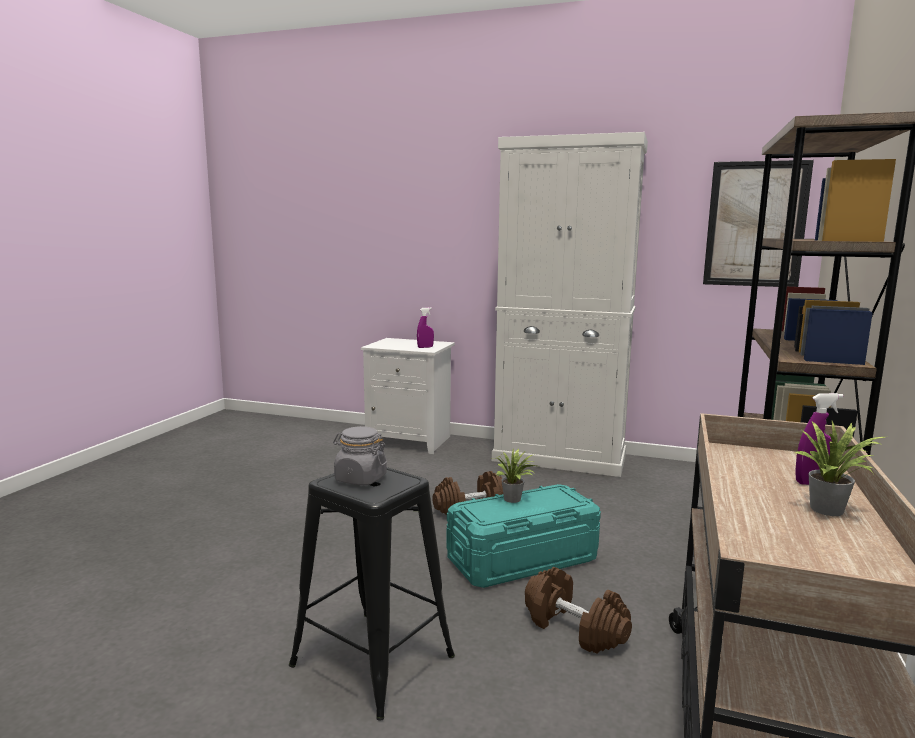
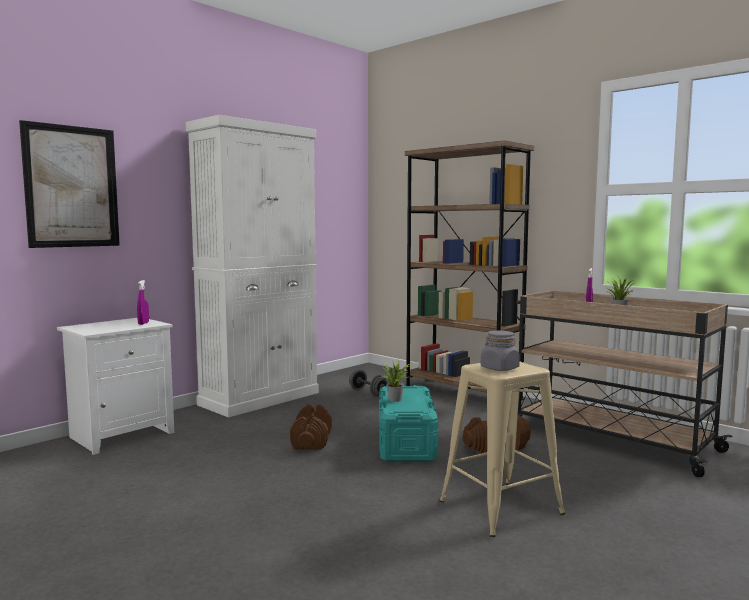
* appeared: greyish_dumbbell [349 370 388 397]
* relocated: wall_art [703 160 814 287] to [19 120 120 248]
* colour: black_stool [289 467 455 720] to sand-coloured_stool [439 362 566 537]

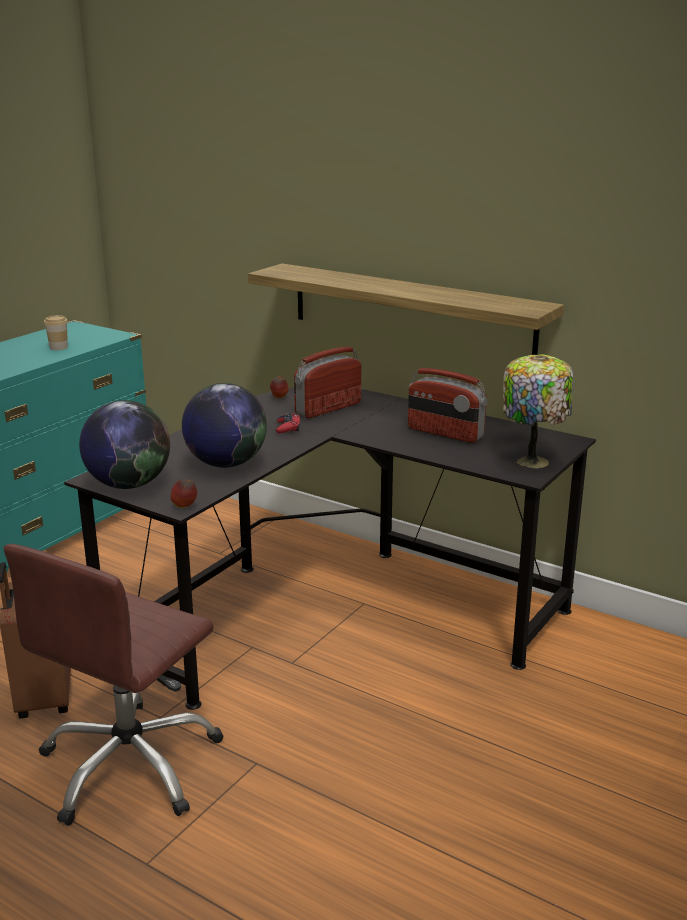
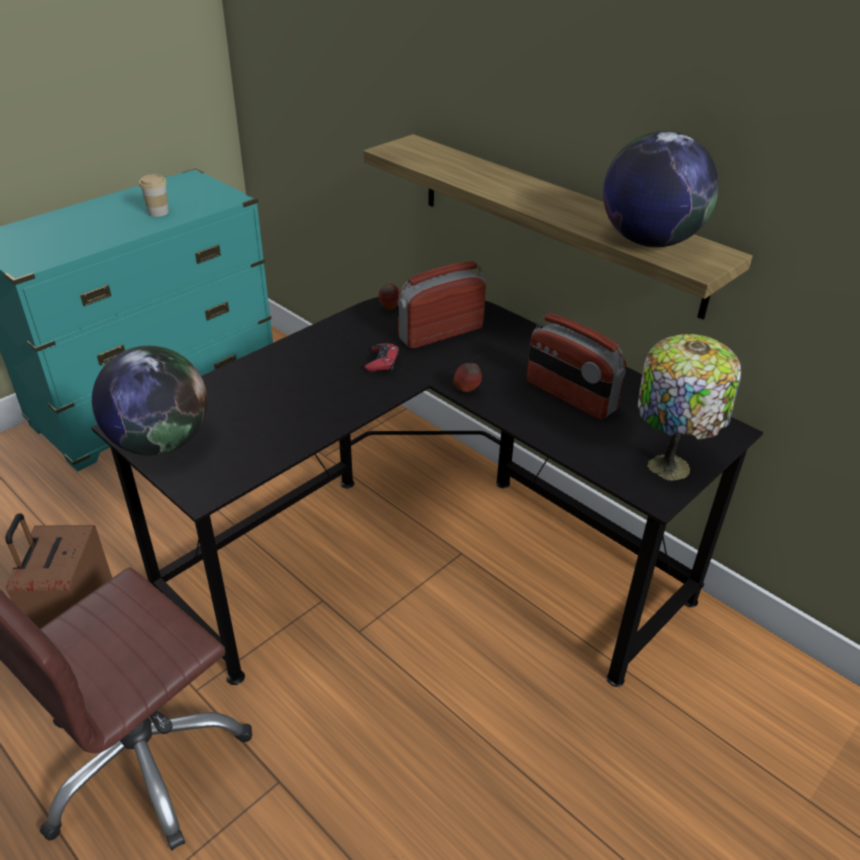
* relocated: apple_fruit [171 479 197 508] to [454 363 482 392]
* relocated: desk_globe [182 383 267 468] to [603 131 719 247]

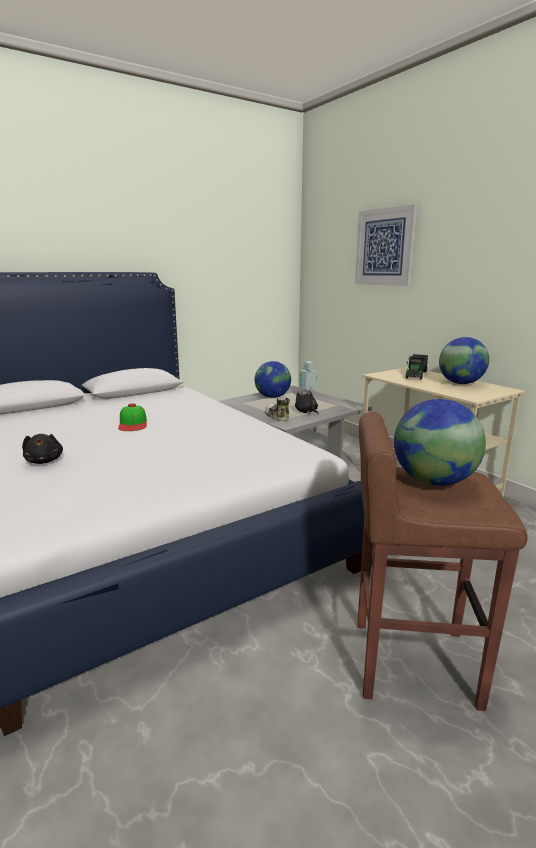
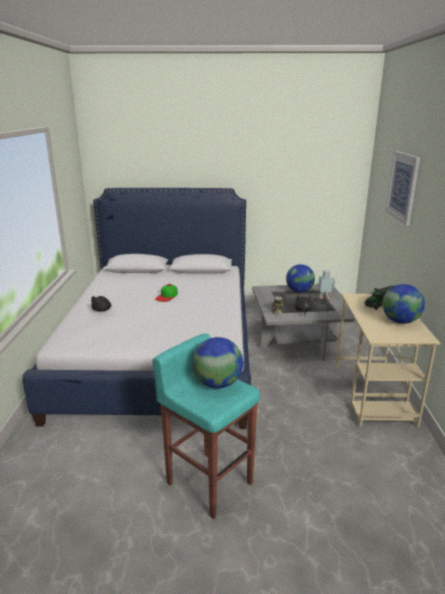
* colour: brown-coloured_stool [358 412 527 711] to turquoise_stool [152 333 260 519]

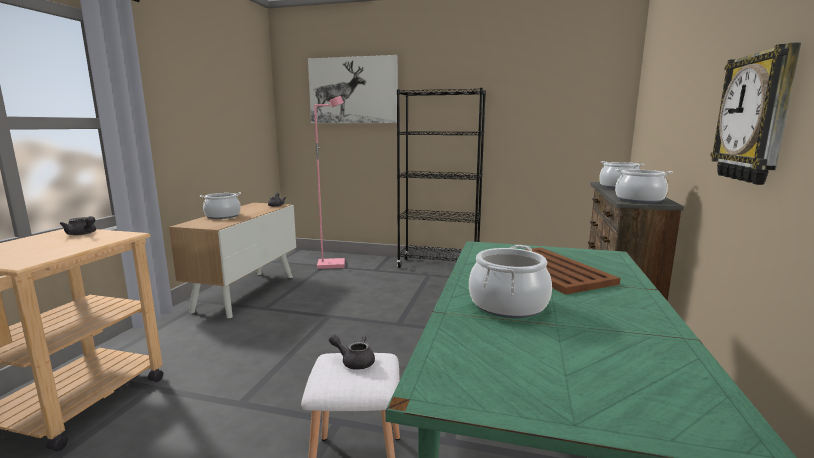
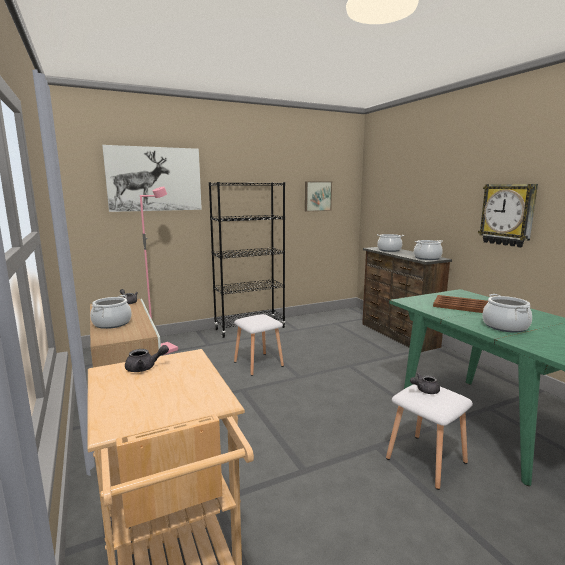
* appeared: white-coloured_stool [234 314 284 376]
* appeared: wall_art [305 181 332 211]

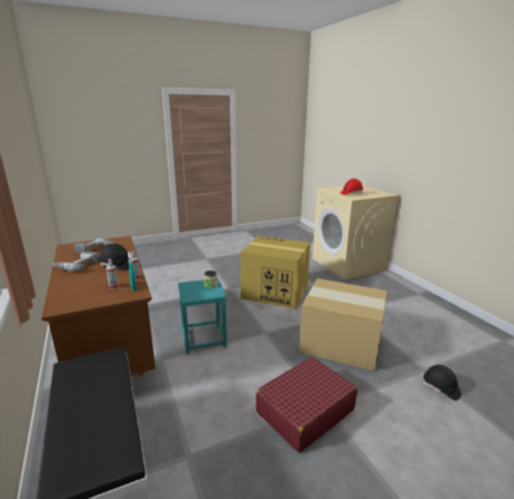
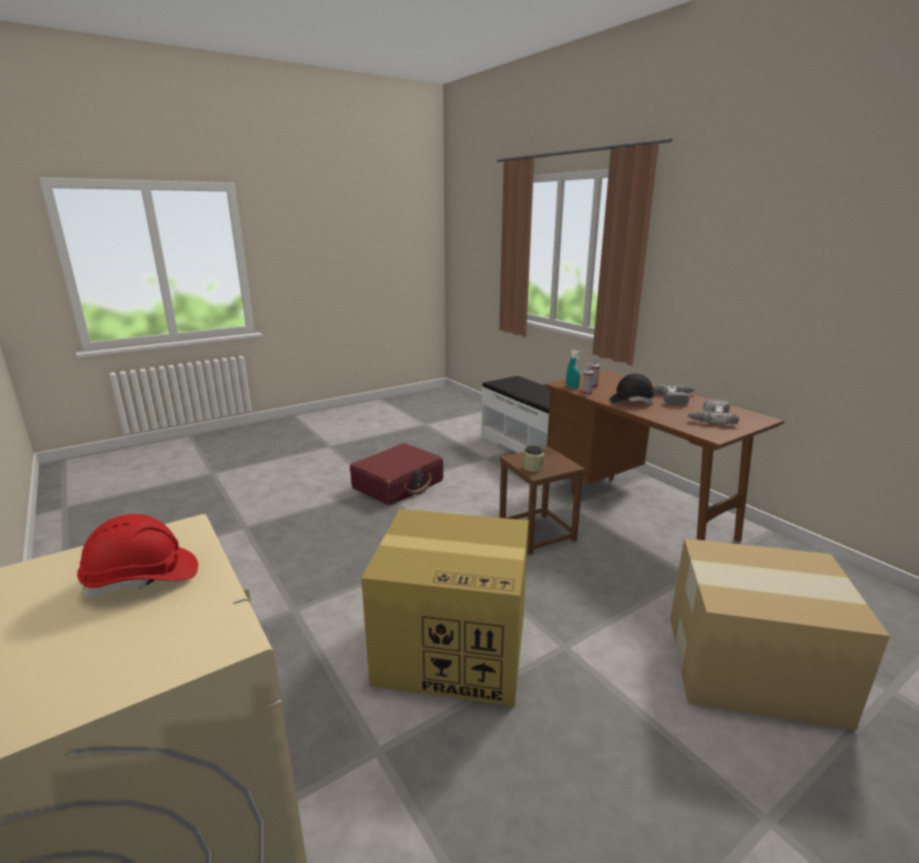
* missing: black_work_helmet [423 365 461 401]
* relocated: cardboard_box [299 278 387 371] to [670 538 890 731]
* colour: turquoise_stool [178 278 227 353] to brown-coloured_stool [499 447 585 555]

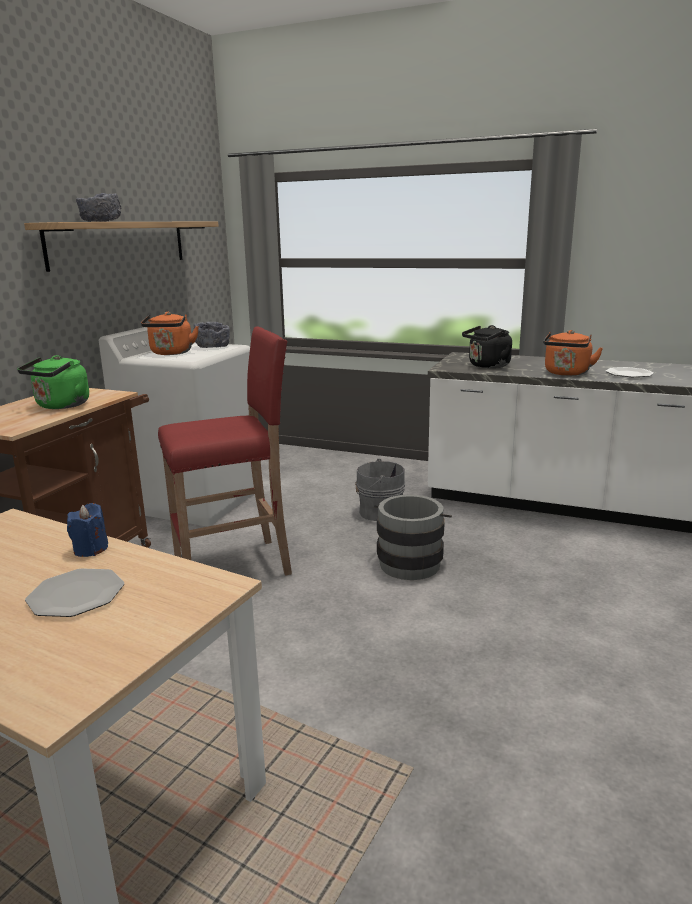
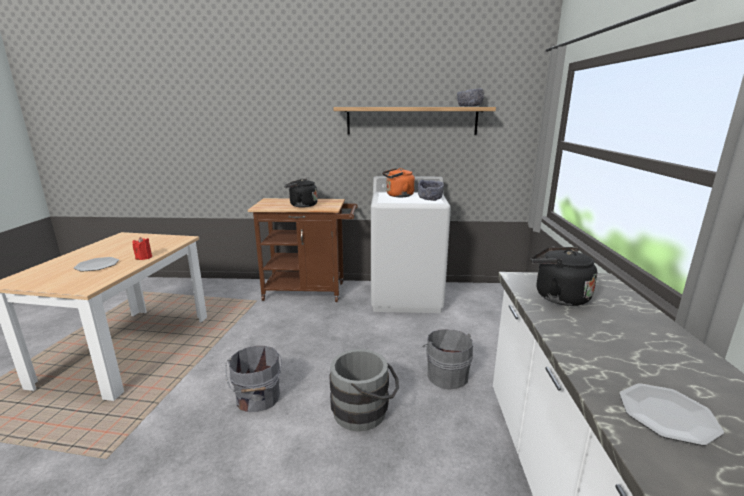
* missing: red-coloured_stool [158 326 292 575]
* missing: orangey_kettle [543 330 603 376]
* appeared: greyish_water_bucket [225 346 282 412]
* relocated: greyish_bowl [76 193 121 222] to [457 88 484 107]
* colour: green-coloured_kettle [17 355 89 409] to black_kettle [284 178 318 208]
* colour: blue-coloured_wax_candle [67 503 108 557] to red-coloured_wax_candle [133 237 152 260]

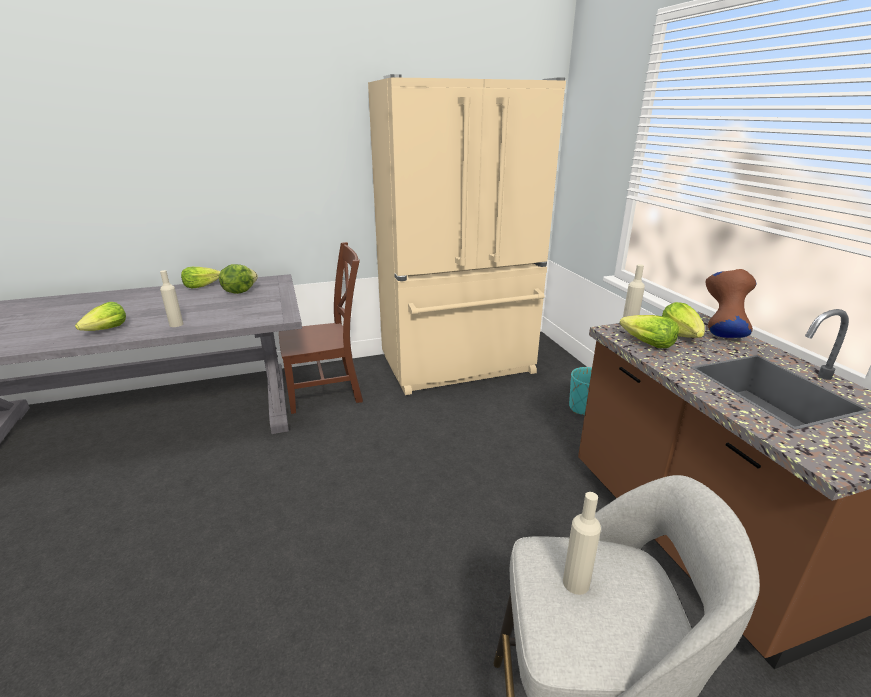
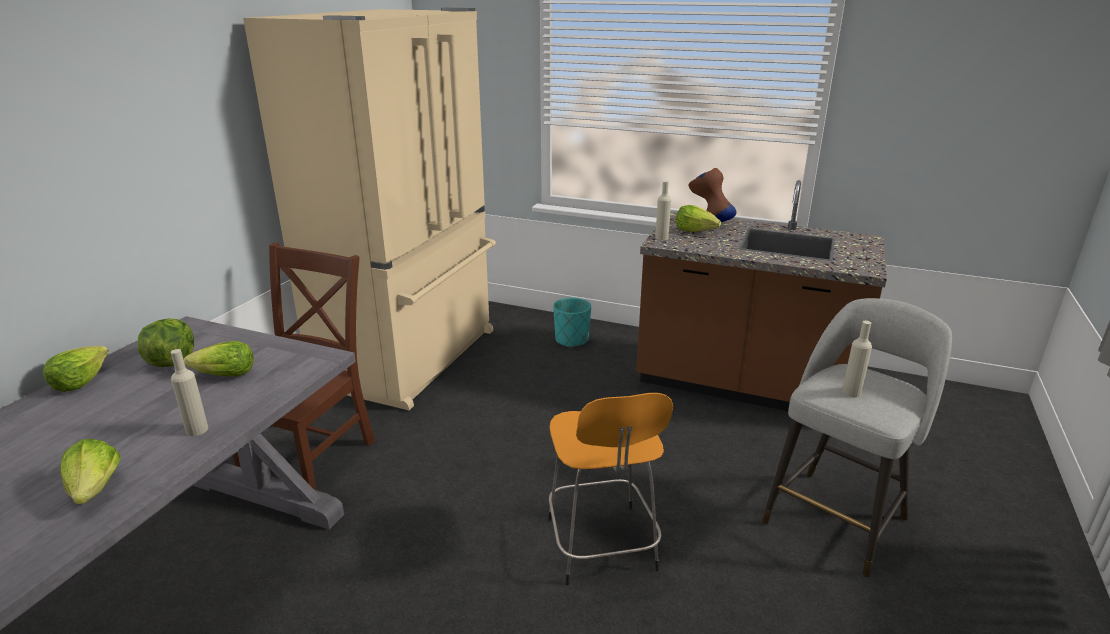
* appeared: orangey_stool [548 393 673 585]
* relocated: head_of_lettuce [620 315 679 348] to [184 341 254 377]

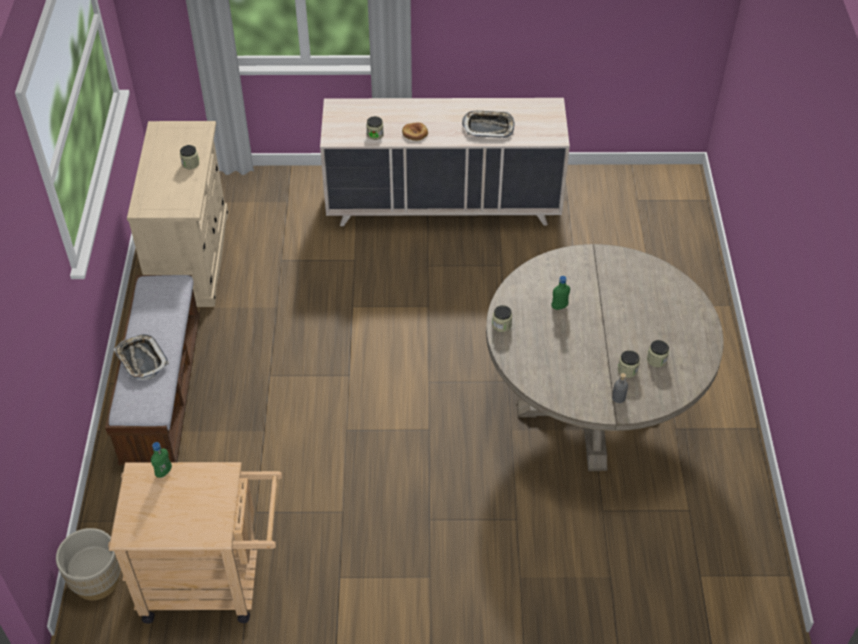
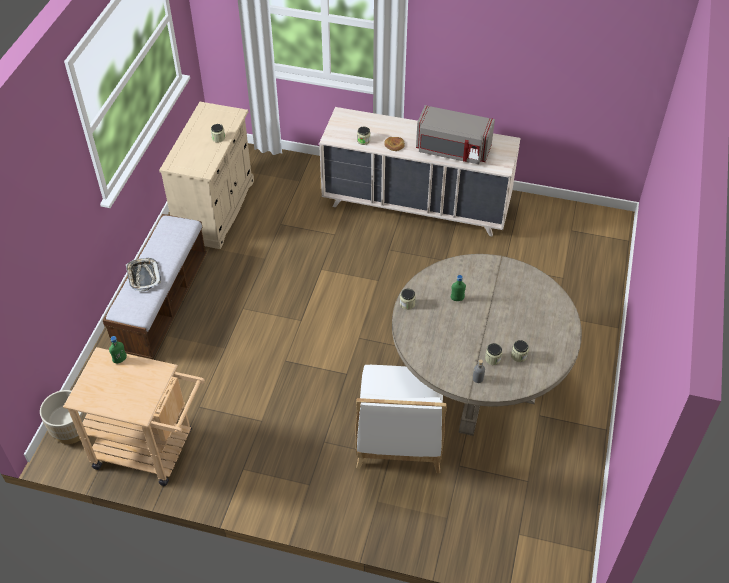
* appeared: white-coloured_plain_chair [355 365 447 473]
* exchanged: serving_tray [462 111 515 138] to greyish_kitchen_microwave [416 105 495 164]

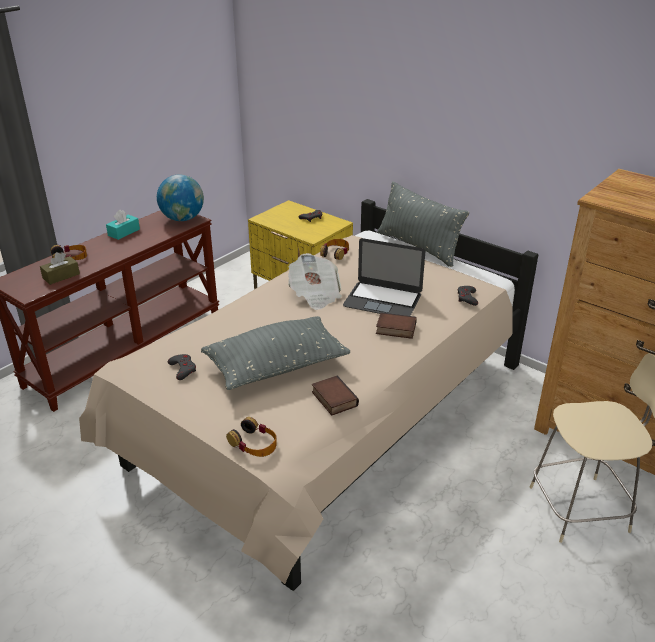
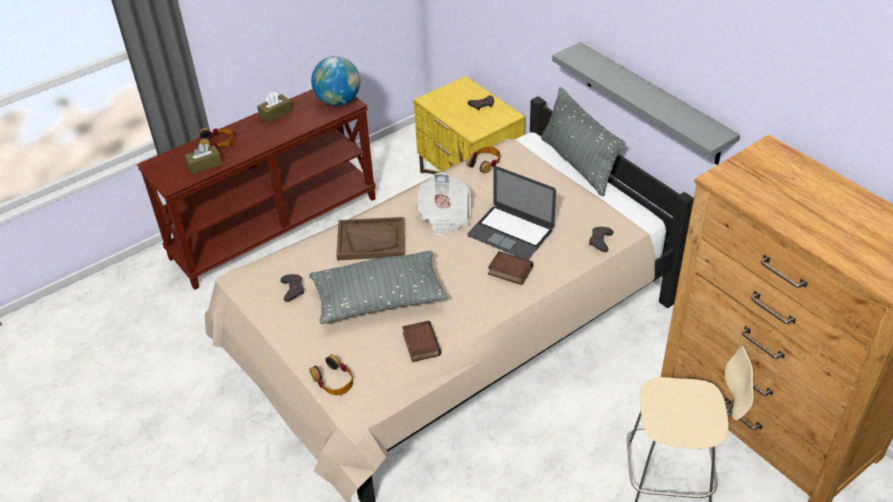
* appeared: brown-coloured_serving_tray [336 217 405 260]
* appeared: greyish_bracket_shelf [552 42 740 165]
* colour: turquoise_tissue_box [106 210 140 240] to brown-coloured_tissue_box [257 92 292 123]

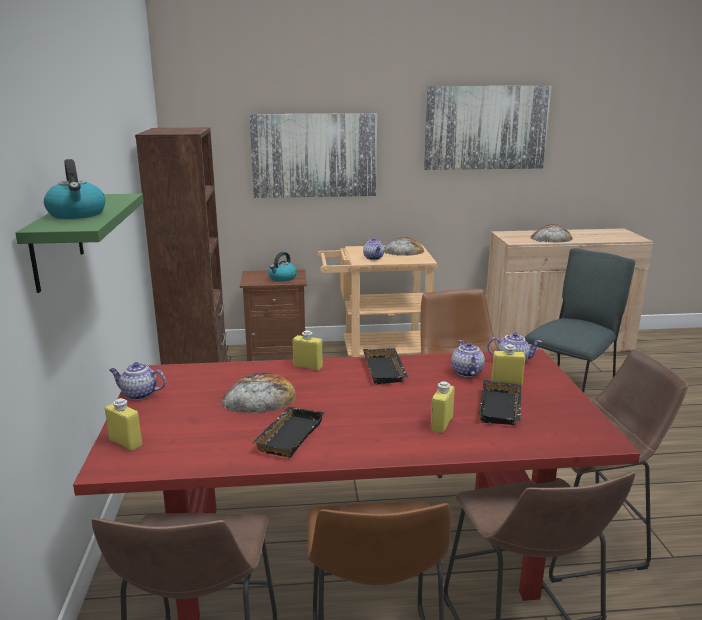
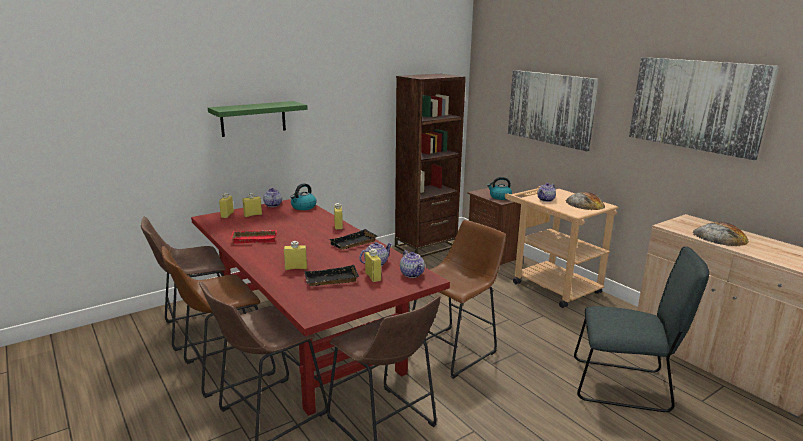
* missing: bakery_bread [222 373 296 413]
* appeared: yellow-coloured_beverage_bottle [243 193 262 217]
* relocated: kettle [44 159 106 219] to [291 183 317 210]
* colour: black_serving_tray [252 407 325 457] to red-coloured_serving_tray [231 230 277 244]

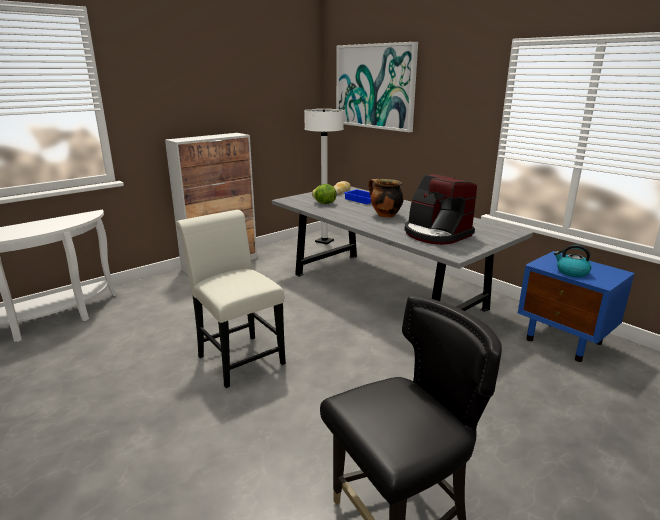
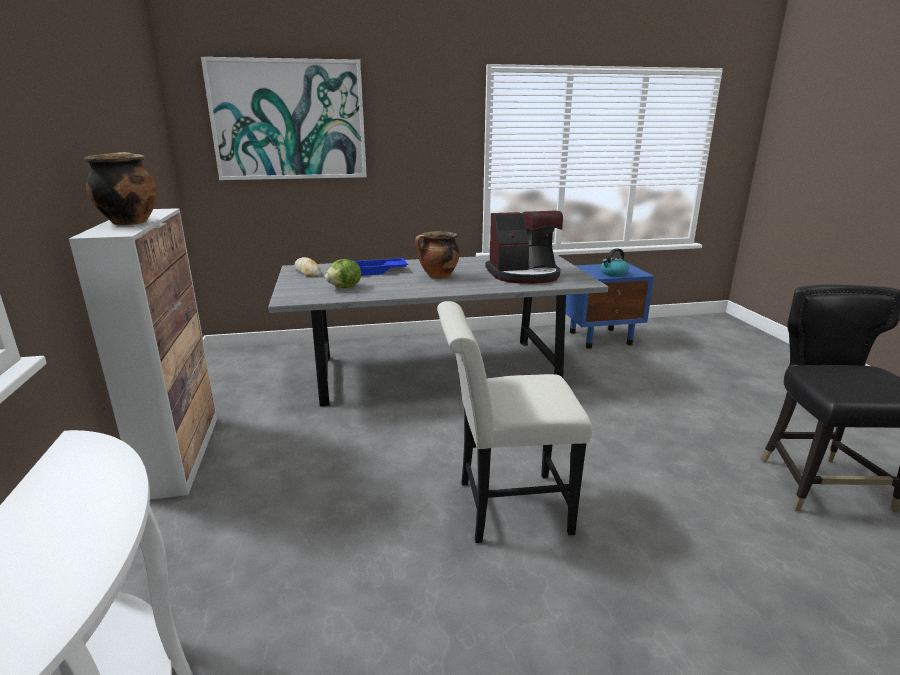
* missing: white-coloured_standard_lamp [304 109 344 244]
* appeared: stockpot [84 152 157 226]

